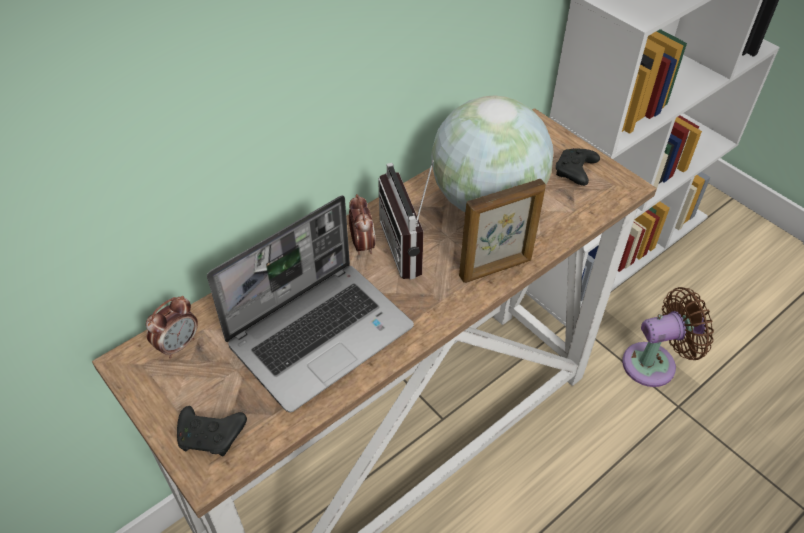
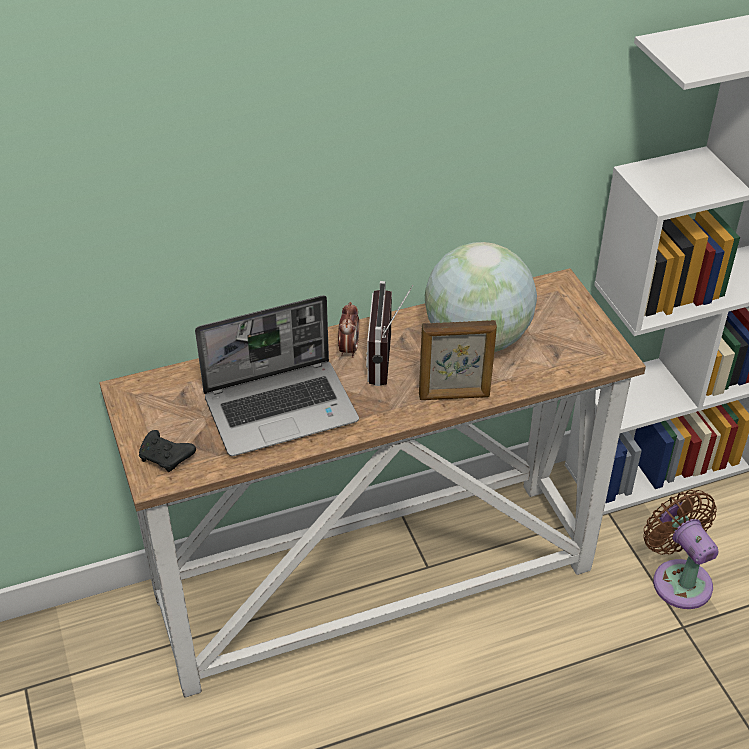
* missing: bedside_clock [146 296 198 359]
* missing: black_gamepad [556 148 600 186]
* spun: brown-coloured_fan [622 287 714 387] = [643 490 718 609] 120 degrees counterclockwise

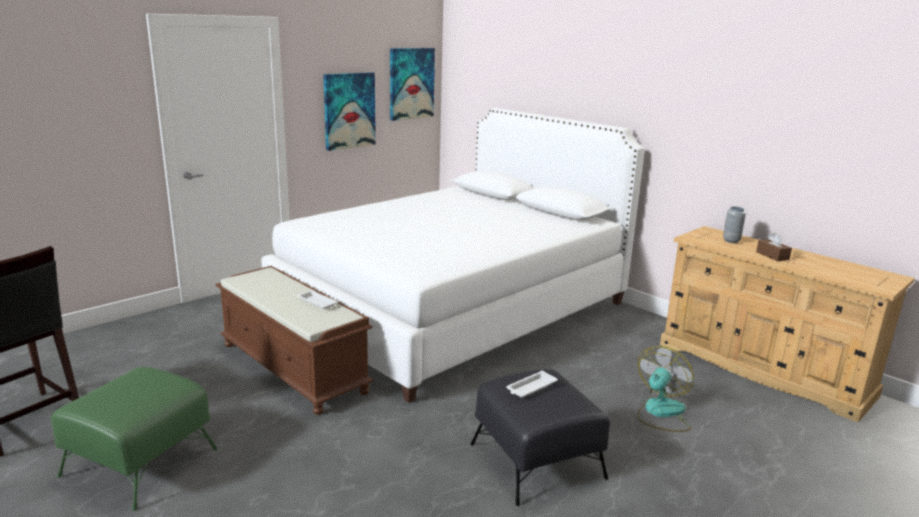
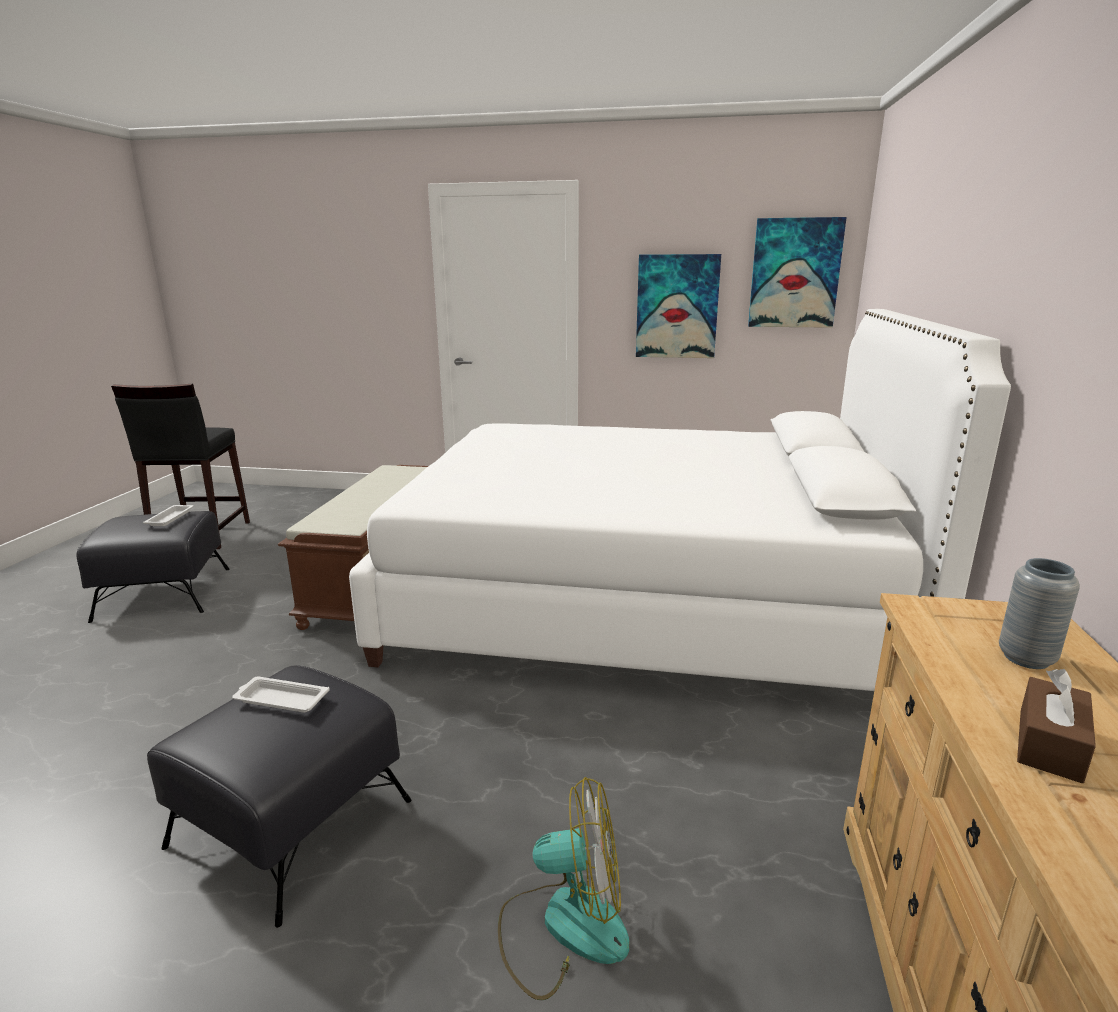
* relocated: white-coloured_serving_tray [297 290 338 309] to [143 505 194 526]
* colour: green-coloured_footrest [51 367 218 511] to black_footrest [76 511 230 623]

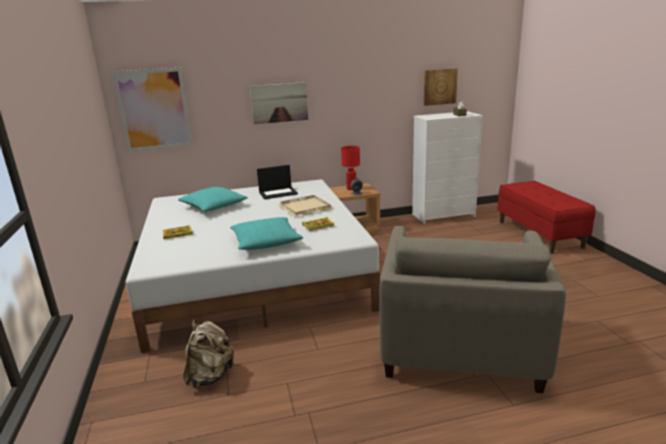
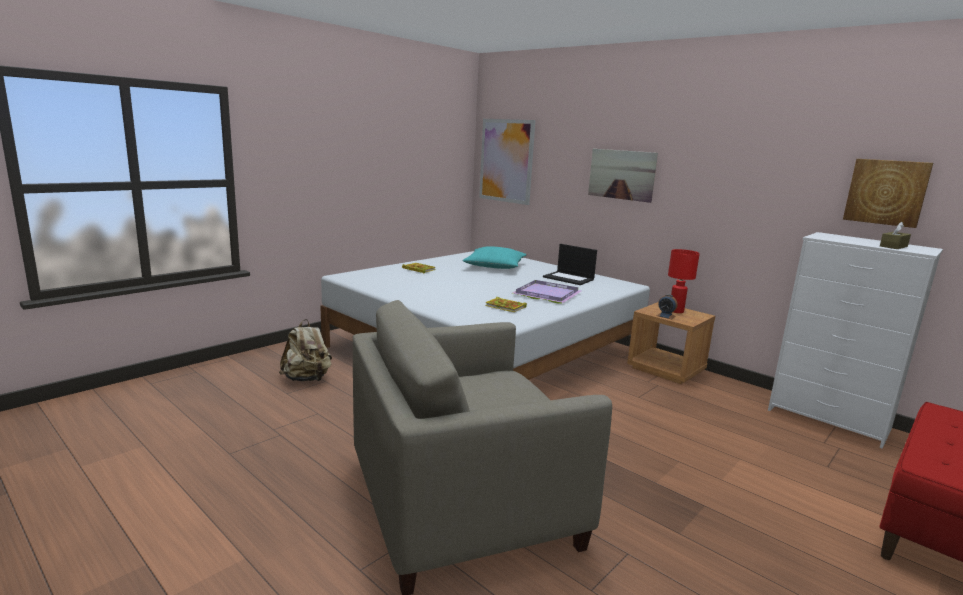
* missing: turquoise_cushion [230 217 303 250]
* colour: sand-coloured_serving_tray [278 195 334 217] to purple_serving_tray [512 280 581 304]

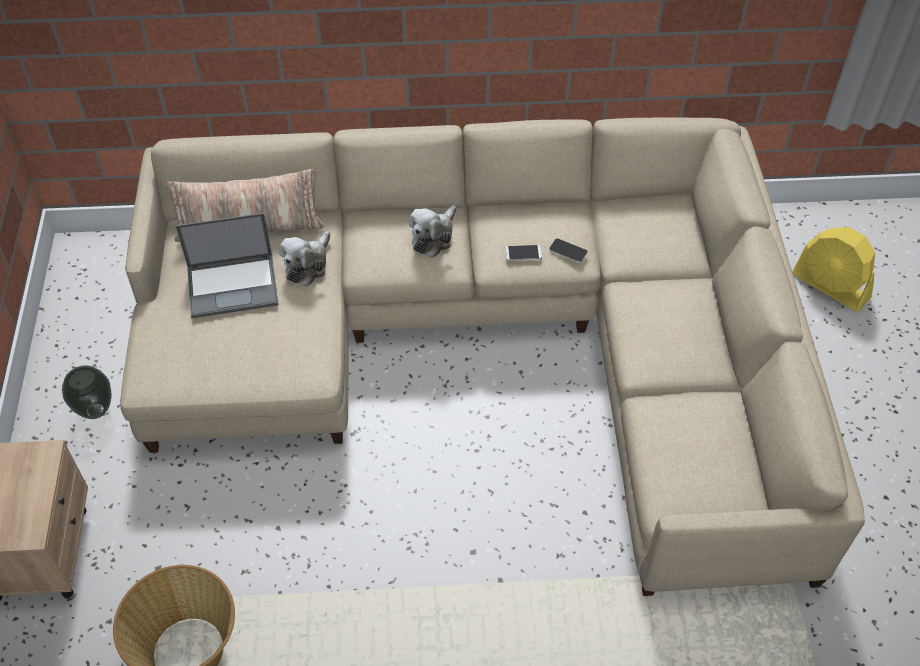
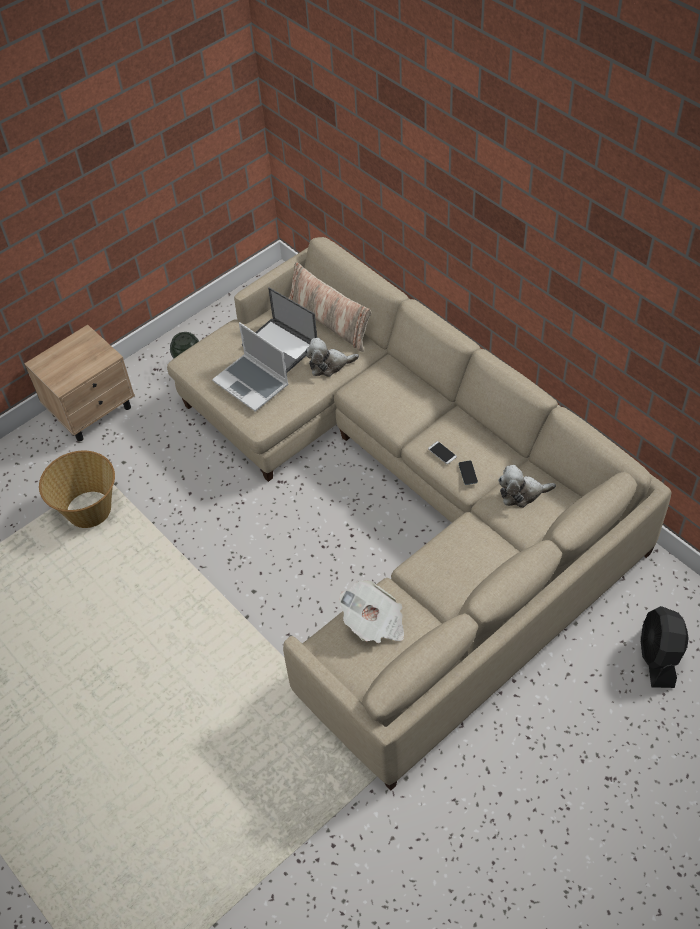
* appeared: notebook_computer [212 322 288 412]
* appeared: daily_paper [339 580 404 643]
* relocated: plush_toy [409 205 457 258] to [498 465 556 508]
* colour: yellow-coloured_fan [792 227 875 312] to black_fan [641 606 689 688]

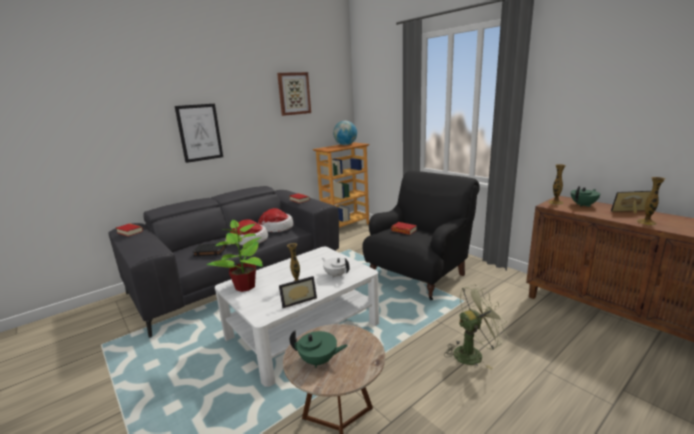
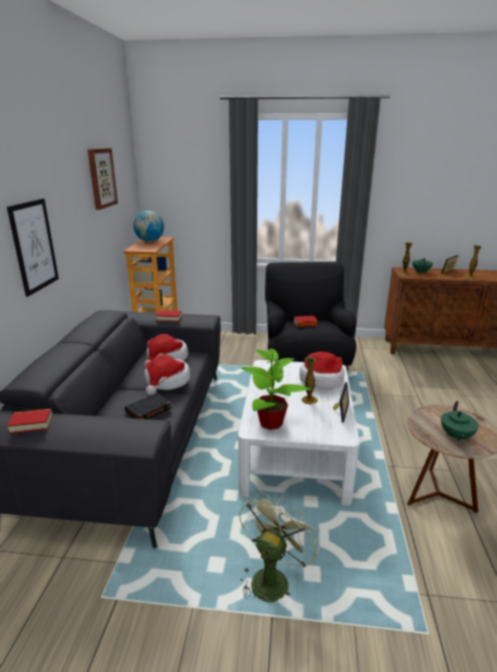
* relocated: green-coloured_fan [444 284 508 370] to [239 492 320 602]
* exchanged: white-coloured_teapot [322 258 350 278] to wearable_hat [299 351 345 389]
* spun: green-coloured_teapot [290 330 348 368] = [441 401 479 442] 135 degrees clockwise

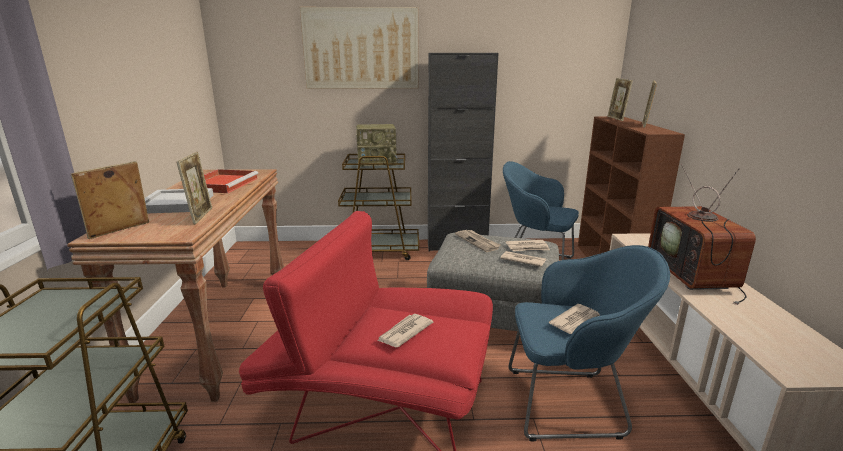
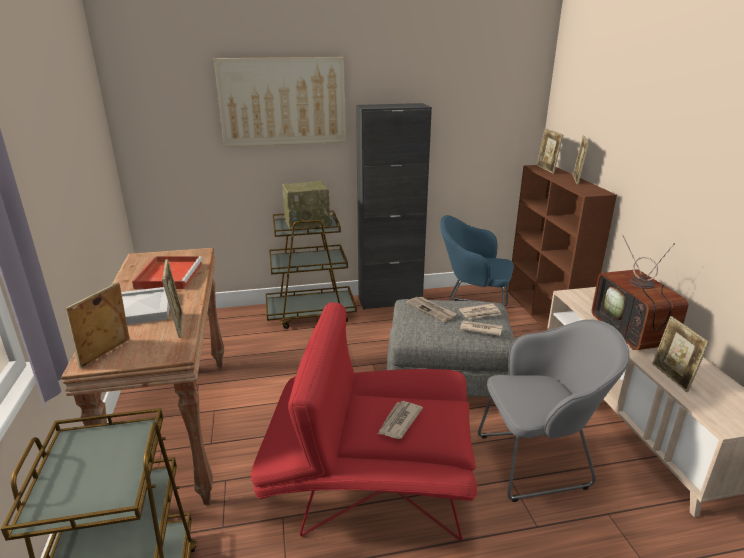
* missing: daily_paper [549 304 600 334]
* appeared: standing_frame [652 316 709 392]
* colour: blue-coloured_easy_chair [508 245 670 442] to greyish_easy_chair [478 319 630 502]

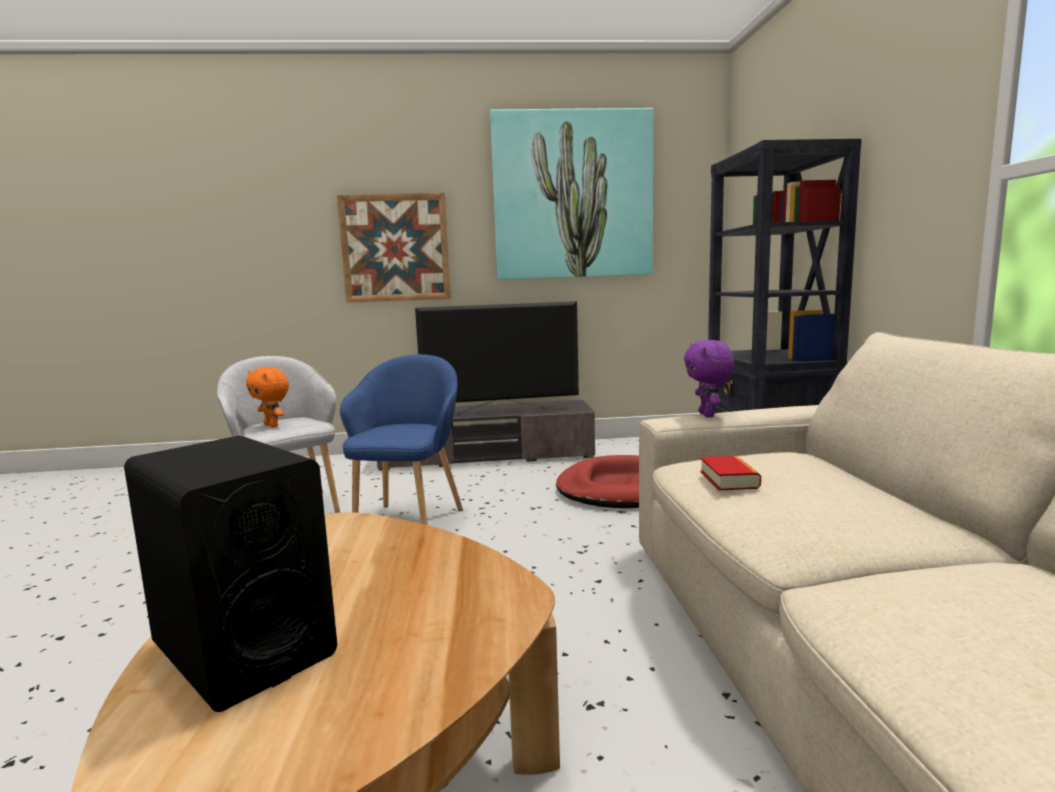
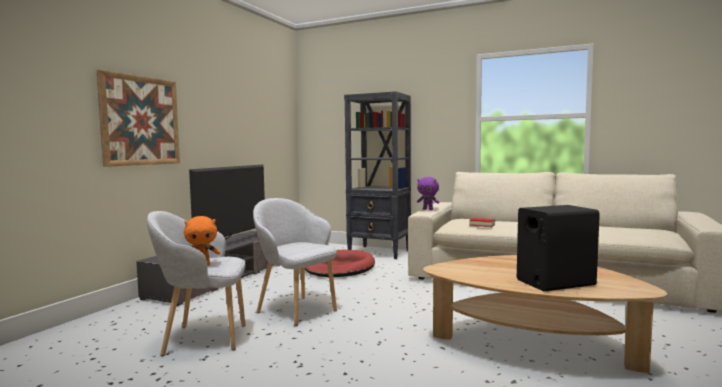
* missing: wall_art [490 108 653 280]
* colour: blue-coloured_easy_chair [340 354 463 525] to greyish_easy_chair [253 198 337 326]

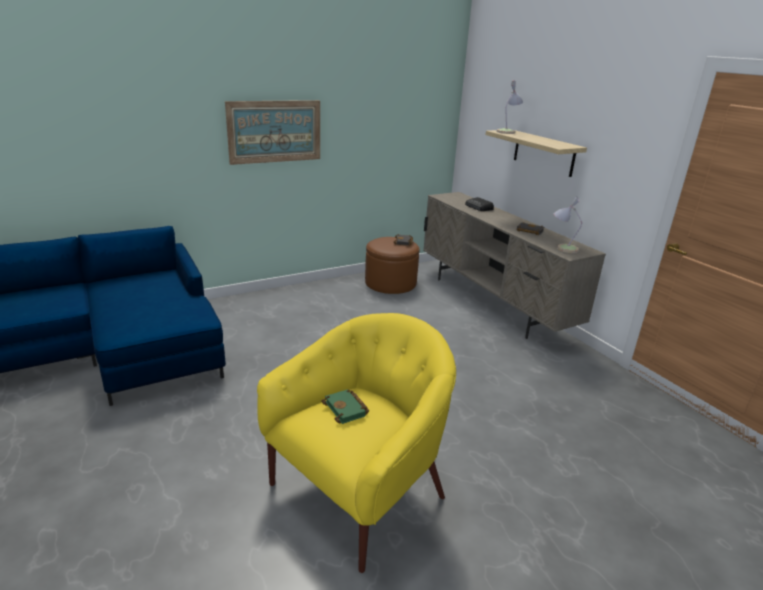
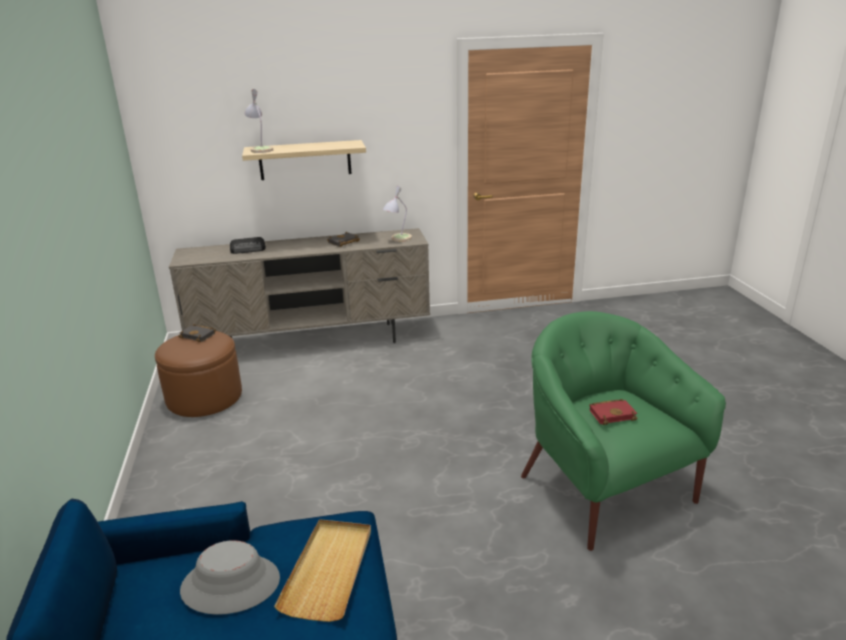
* missing: wall_art [225 100 320 165]
* appeared: greyish_wearable_hat [180 540 280 615]
* appeared: sand-coloured_serving_tray [274 519 371 622]
* colour: yellow-coloured_easy_chair [257 313 456 573] to green-coloured_easy_chair [521 311 726 551]
* colour: green-coloured_bound_book [321 390 369 424] to red-coloured_bound_book [589 399 638 425]

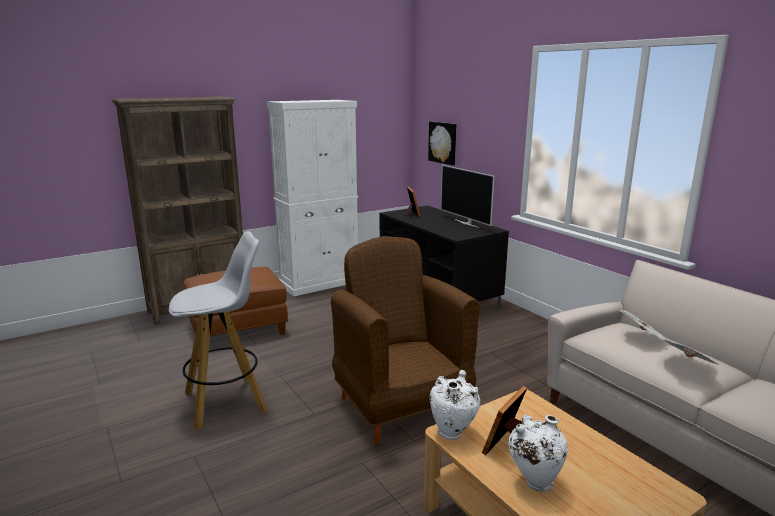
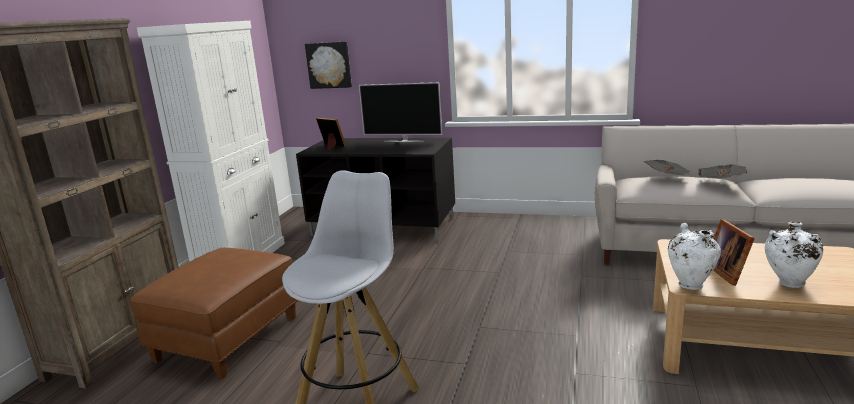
* missing: brown-coloured_easy_chair [331 236 480 445]

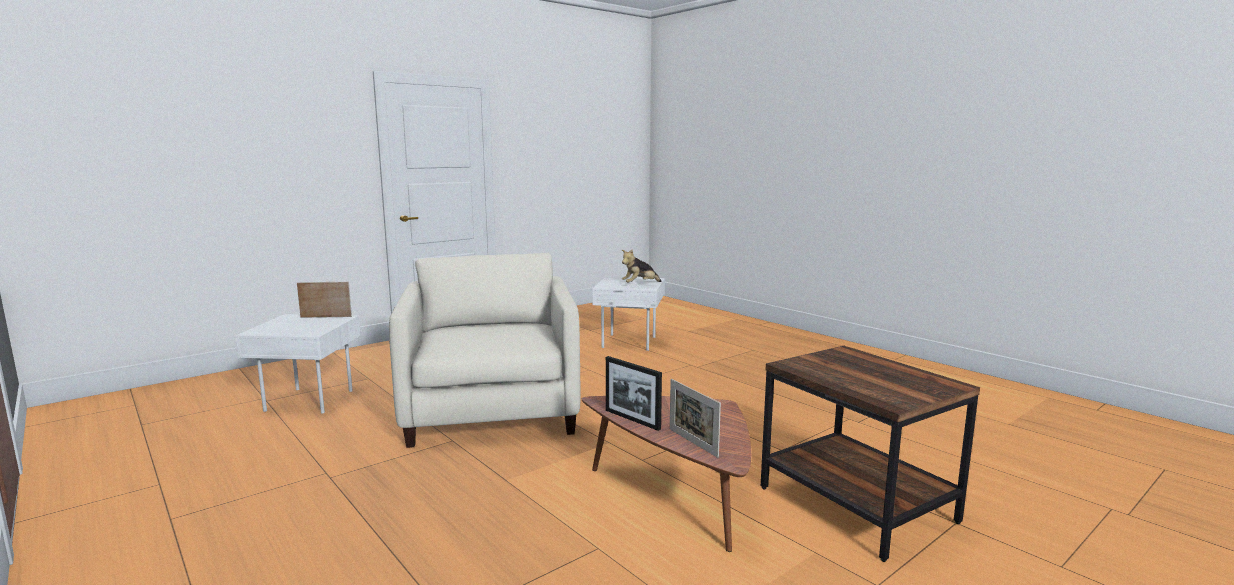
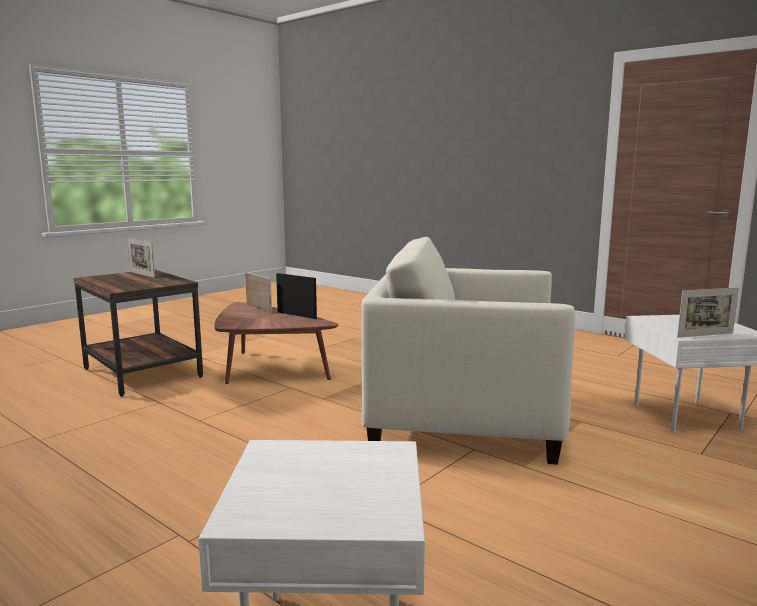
* missing: plush_toy [622 249 662 282]
* appeared: standing_frame [128 238 155 278]
* spun: sand-coloured_easy_chair [389 253 581 448] = [362 237 575 465] 120 degrees clockwise

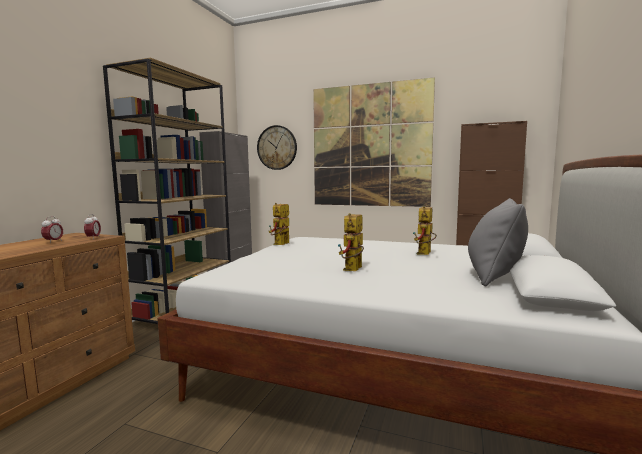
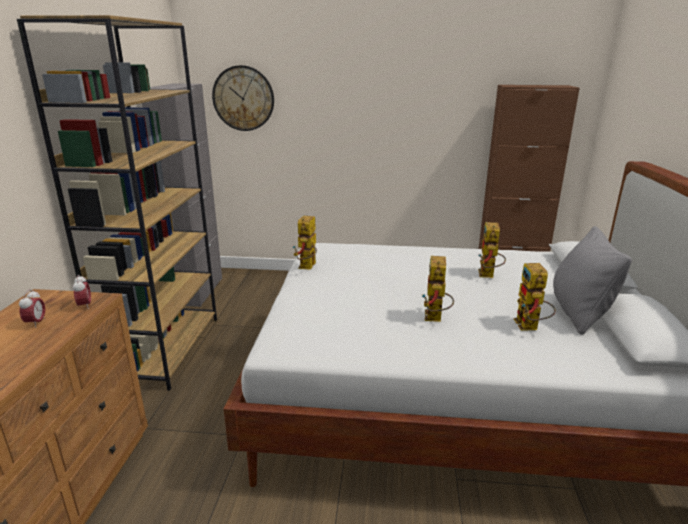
* missing: wall_art [313 77 435 207]
* appeared: model_robot [514 263 556 331]

